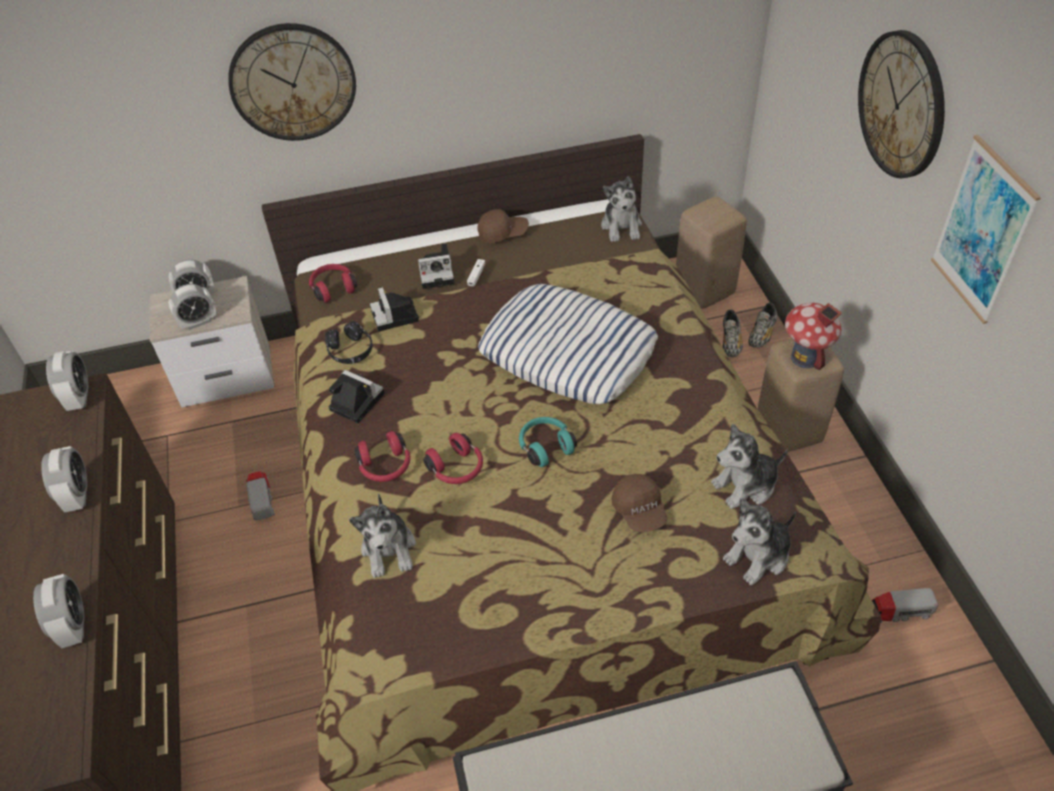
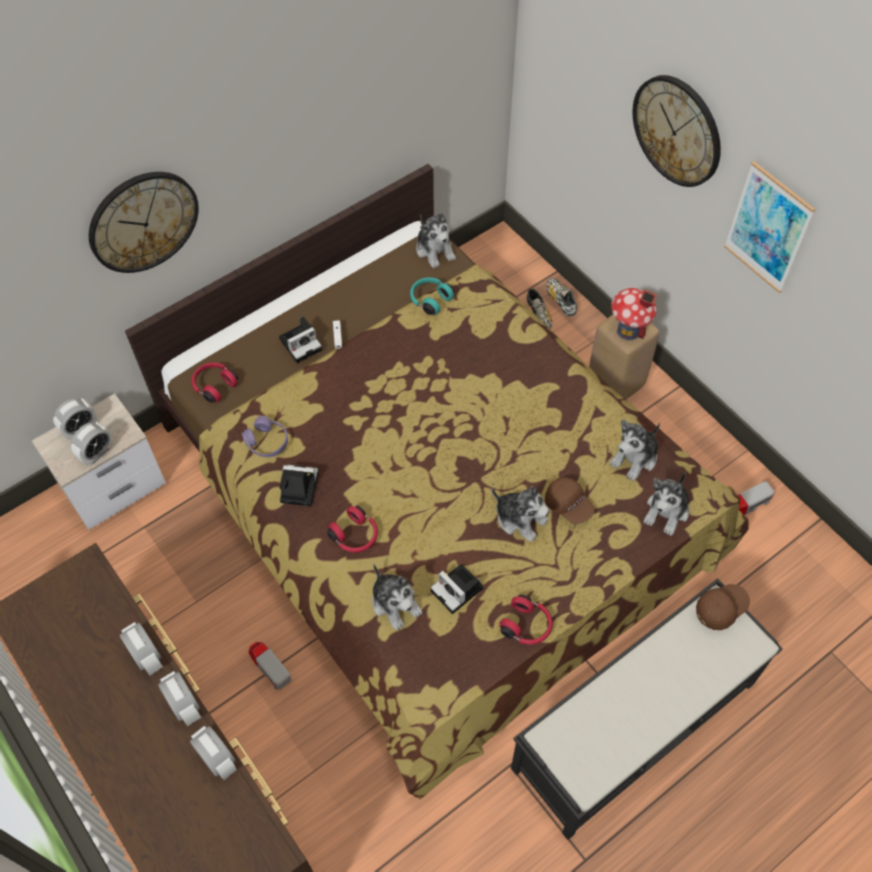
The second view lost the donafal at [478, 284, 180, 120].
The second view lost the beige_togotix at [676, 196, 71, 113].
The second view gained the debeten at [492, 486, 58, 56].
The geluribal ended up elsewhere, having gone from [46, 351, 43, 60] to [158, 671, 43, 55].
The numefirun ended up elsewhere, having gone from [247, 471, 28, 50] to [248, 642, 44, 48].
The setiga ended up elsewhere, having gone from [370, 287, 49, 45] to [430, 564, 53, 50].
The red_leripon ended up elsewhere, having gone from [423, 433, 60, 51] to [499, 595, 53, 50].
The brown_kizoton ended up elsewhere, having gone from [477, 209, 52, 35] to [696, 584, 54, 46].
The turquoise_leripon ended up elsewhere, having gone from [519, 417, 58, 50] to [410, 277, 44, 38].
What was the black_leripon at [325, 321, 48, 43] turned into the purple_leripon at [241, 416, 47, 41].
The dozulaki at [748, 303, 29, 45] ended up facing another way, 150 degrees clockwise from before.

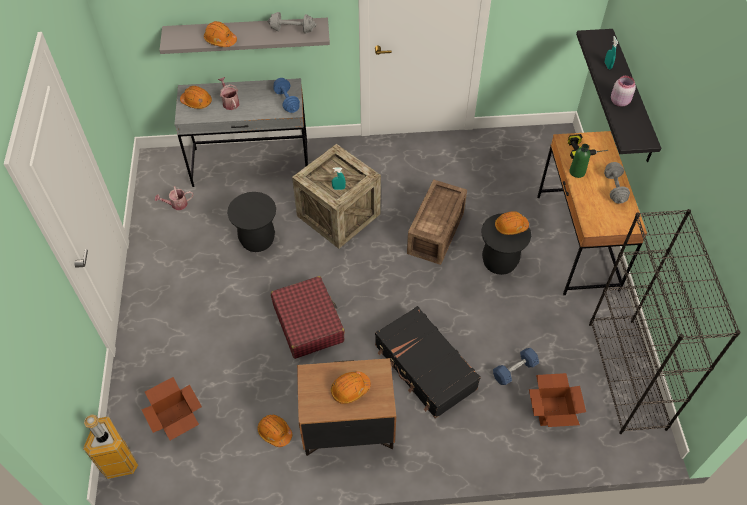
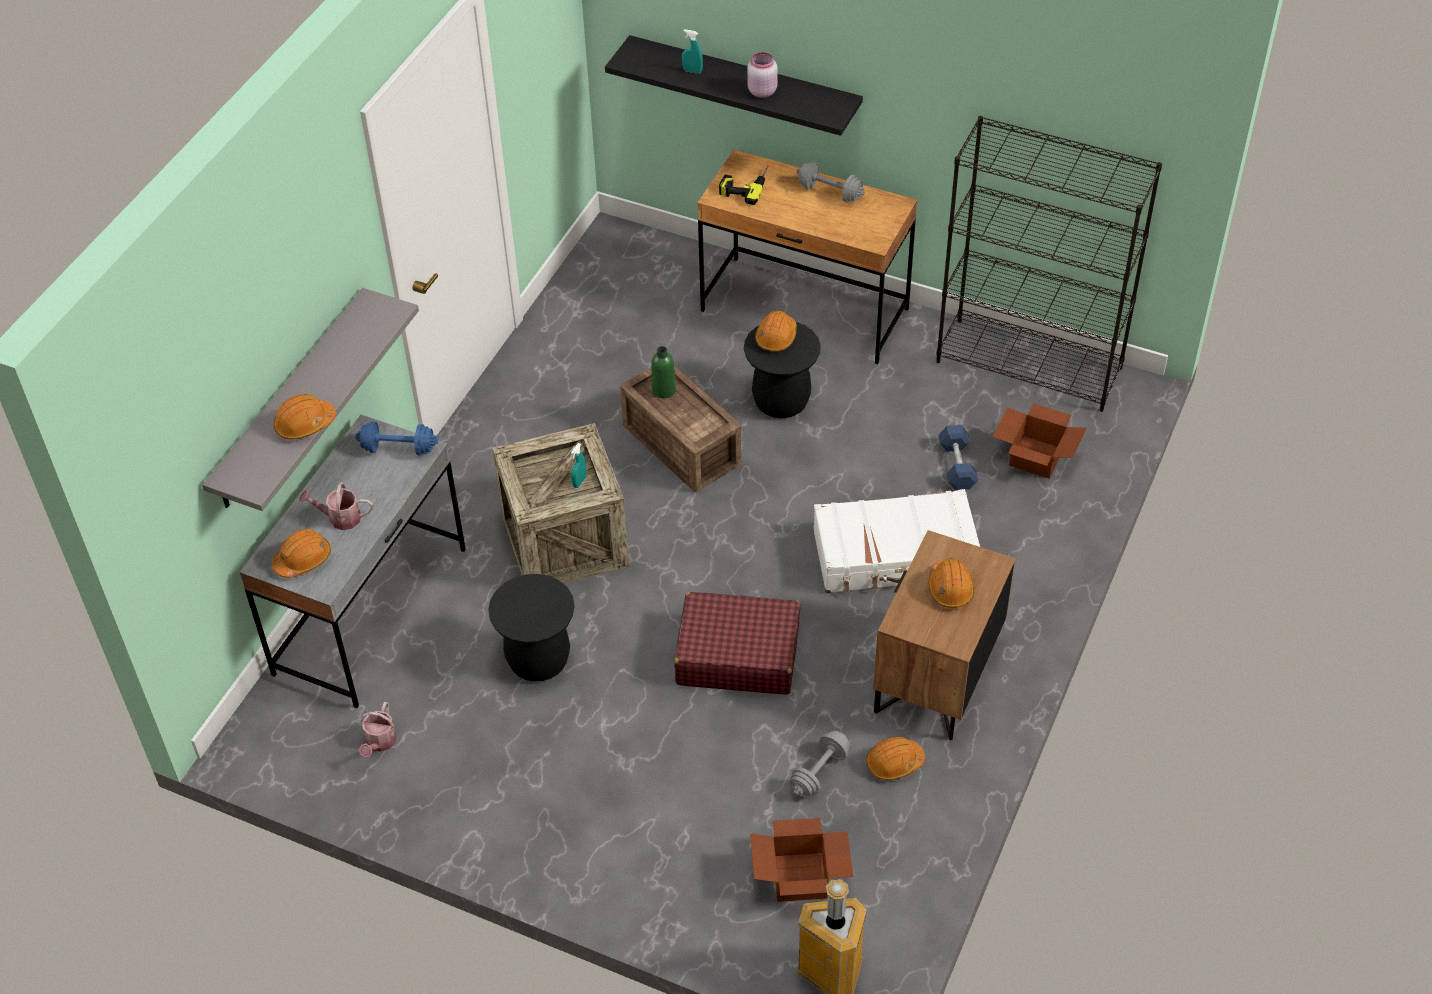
The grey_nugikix ended up elsewhere, having gone from [267, 12, 50, 22] to [790, 731, 60, 66].
The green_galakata ended up elsewhere, having gone from [569, 144, 21, 34] to [651, 346, 25, 52].
What was the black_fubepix at [375, 306, 106, 113] turned into the white_fubepix at [813, 489, 167, 104].

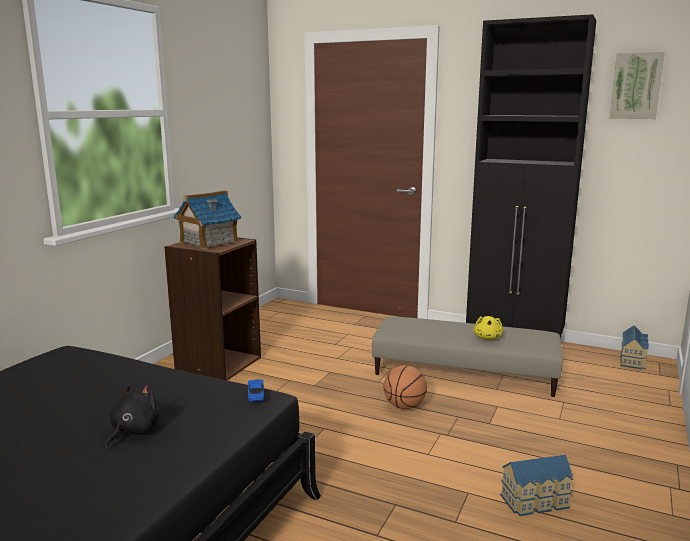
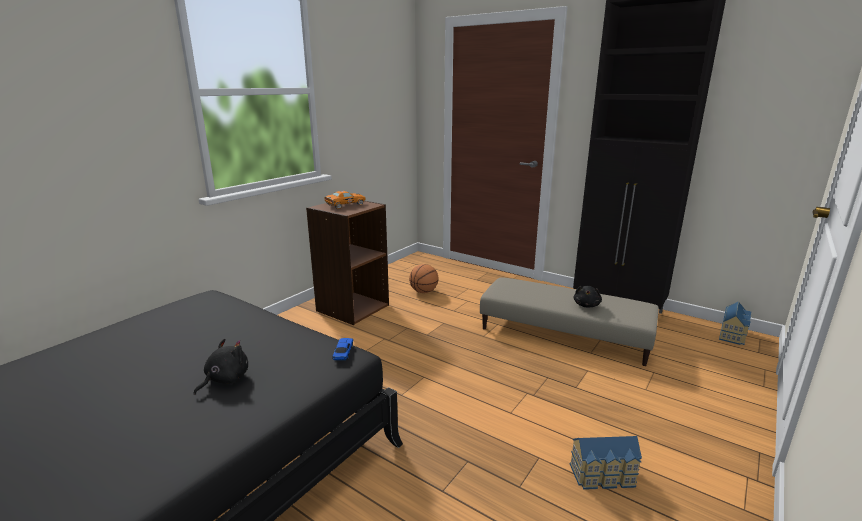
The second view lost the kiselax at [609, 52, 56, 67].
The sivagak ended up elsewhere, having gone from [383, 365, 44, 44] to [409, 264, 30, 29].
Where the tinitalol stood at [174, 191, 67, 58], the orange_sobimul came to stand at [324, 191, 42, 18].
What was the yellow_debeten at [473, 316, 30, 24] turned into the black_debeten at [574, 286, 28, 22].

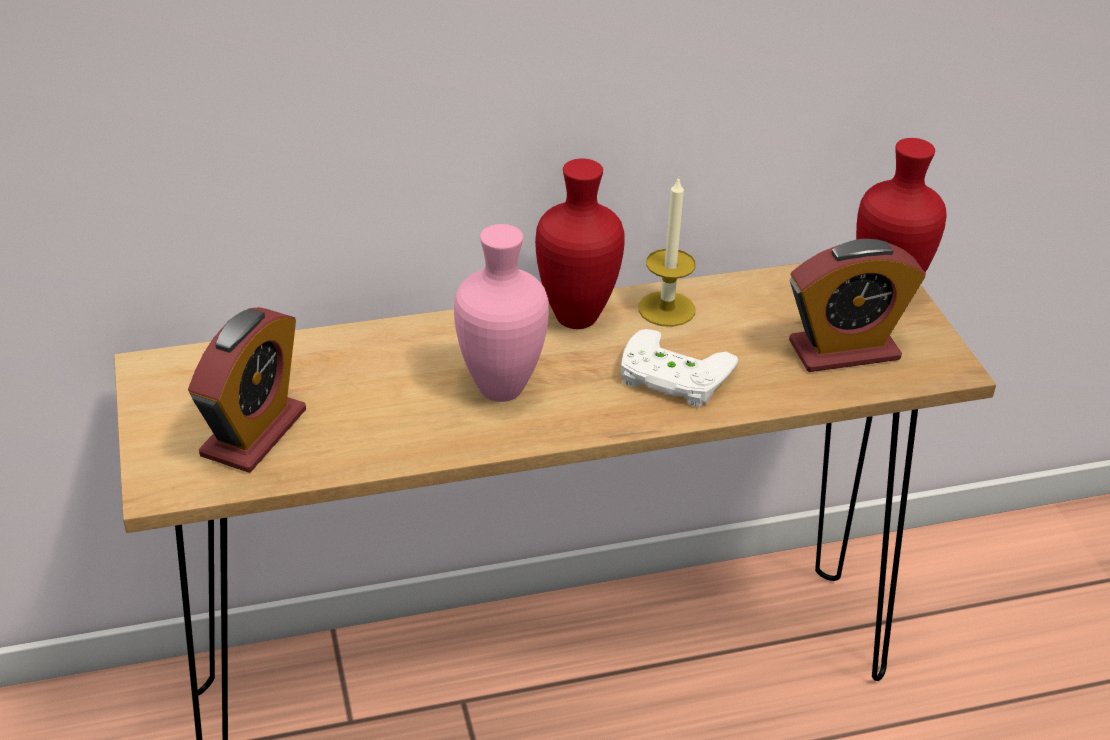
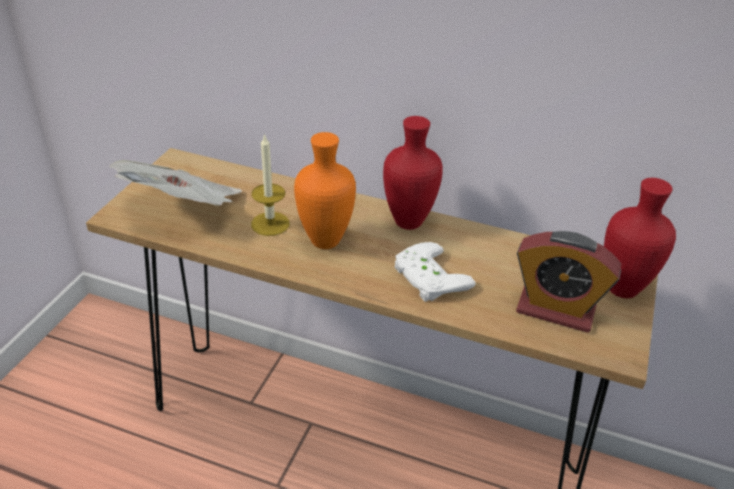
The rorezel ended up elsewhere, having gone from [638, 176, 58, 151] to [251, 133, 39, 103].
Where the geluribal stood at [188, 307, 118, 166], the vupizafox came to stand at [109, 160, 133, 46].
What was the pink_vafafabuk at [454, 224, 95, 178] turned into the orange_vafafabuk at [294, 132, 62, 117].

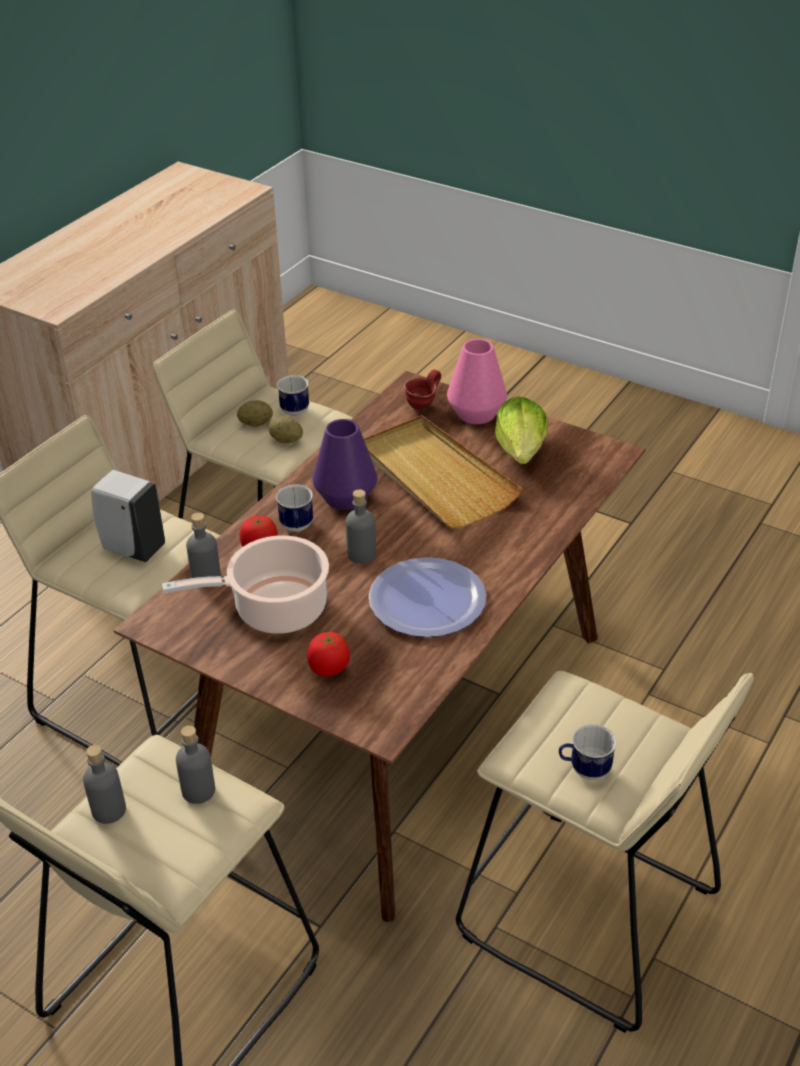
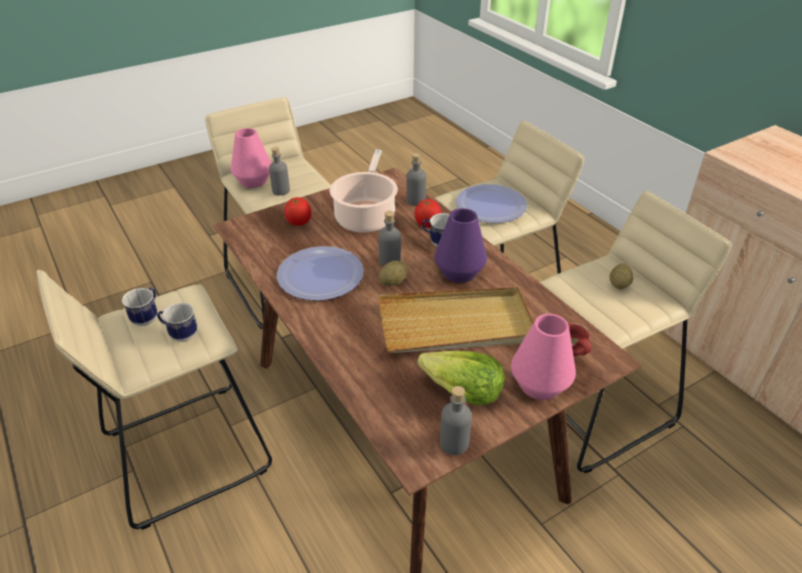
The second view gained the pink_vafafabuk at [231, 128, 40, 60].
The grey_galakata ended up elsewhere, having gone from [83, 745, 43, 79] to [440, 386, 32, 69].
The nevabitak ended up elsewhere, having gone from [268, 416, 35, 27] to [379, 261, 28, 25].
The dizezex ended up elsewhere, having gone from [277, 375, 32, 41] to [157, 302, 40, 40].
Where the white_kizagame stood at [91, 470, 74, 92], the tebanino came to stand at [456, 184, 71, 39].

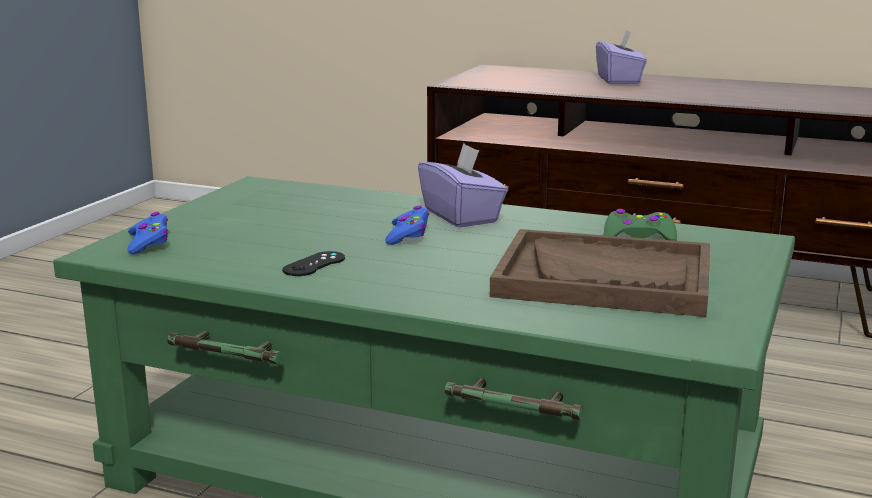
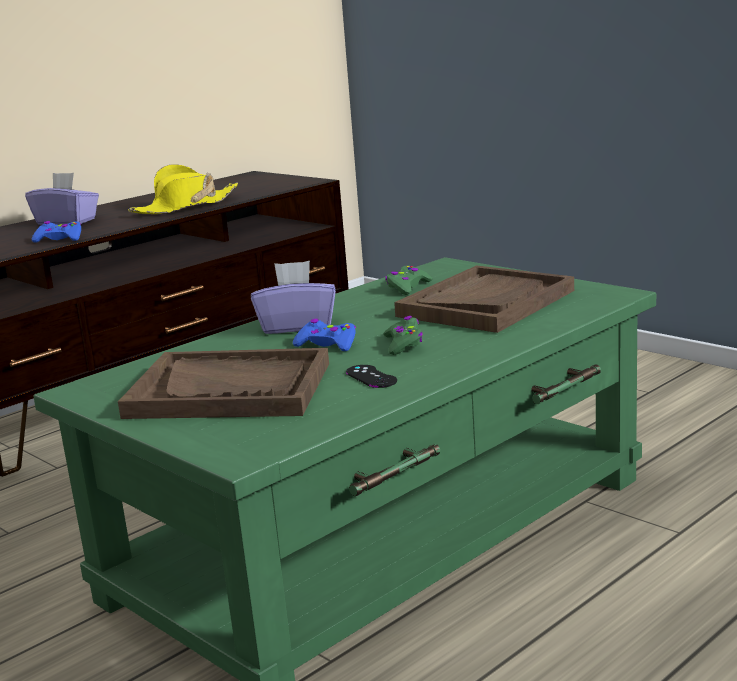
The second view gained the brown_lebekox at [118, 348, 211, 71].
The second view gained the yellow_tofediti at [128, 165, 110, 49].
The second view gained the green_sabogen at [383, 316, 40, 39].
The blue_sabogen ended up elsewhere, having gone from [127, 212, 41, 42] to [32, 221, 49, 22].

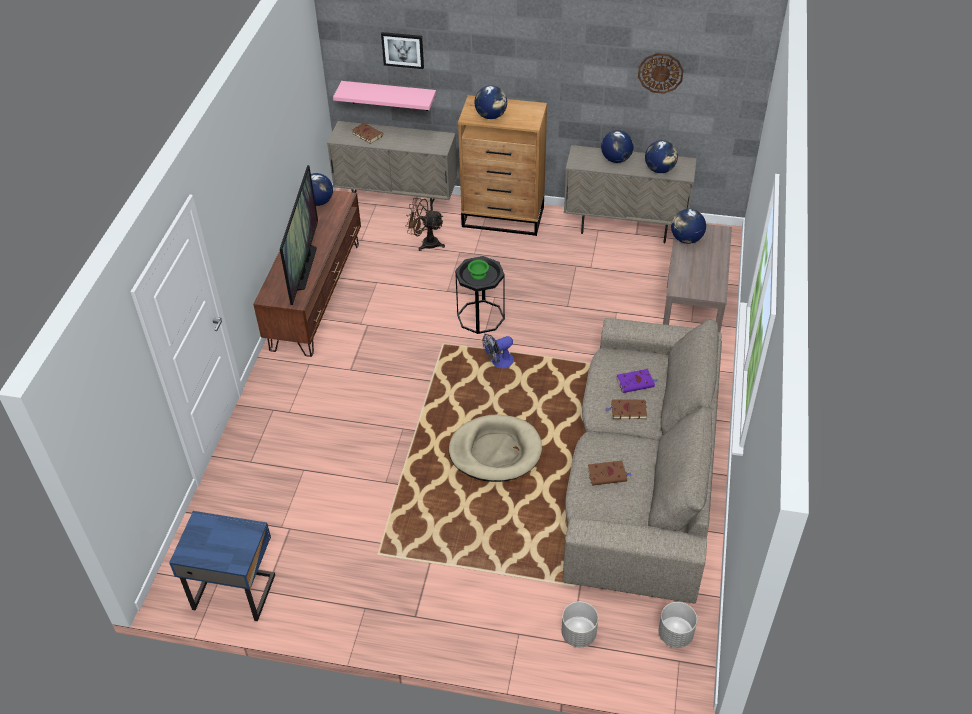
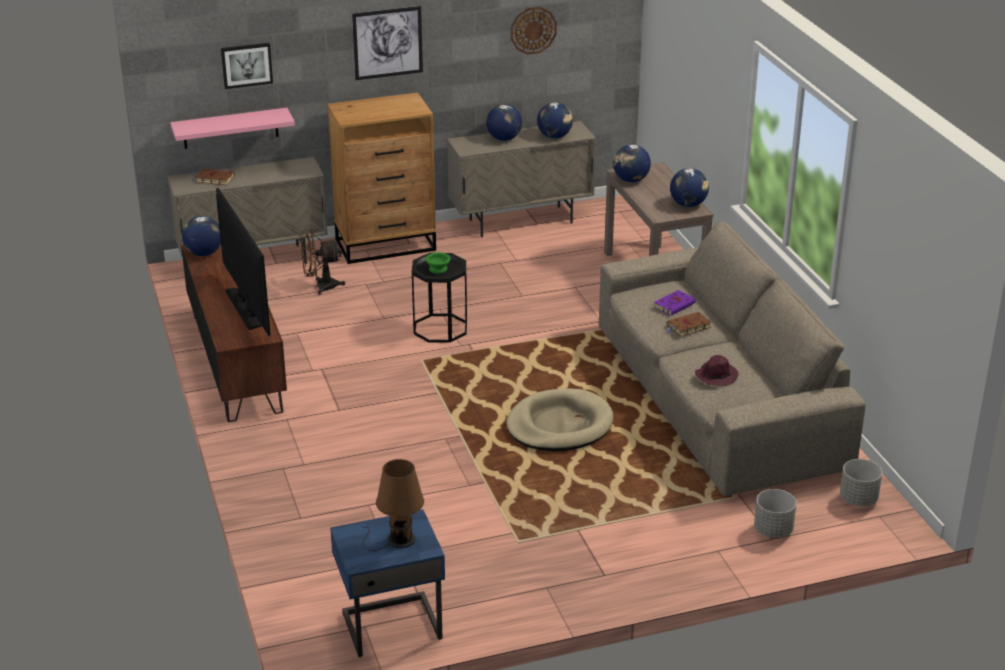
The second view lost the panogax at [483, 334, 31, 34].
The second view gained the kiselax at [352, 6, 71, 74].
The second view gained the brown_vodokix at [362, 459, 62, 92].
The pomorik ended up elsewhere, having gone from [474, 86, 33, 33] to [670, 168, 39, 39].
Where the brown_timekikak stood at [588, 461, 44, 25], the purple_tofediti came to stand at [695, 355, 44, 31].

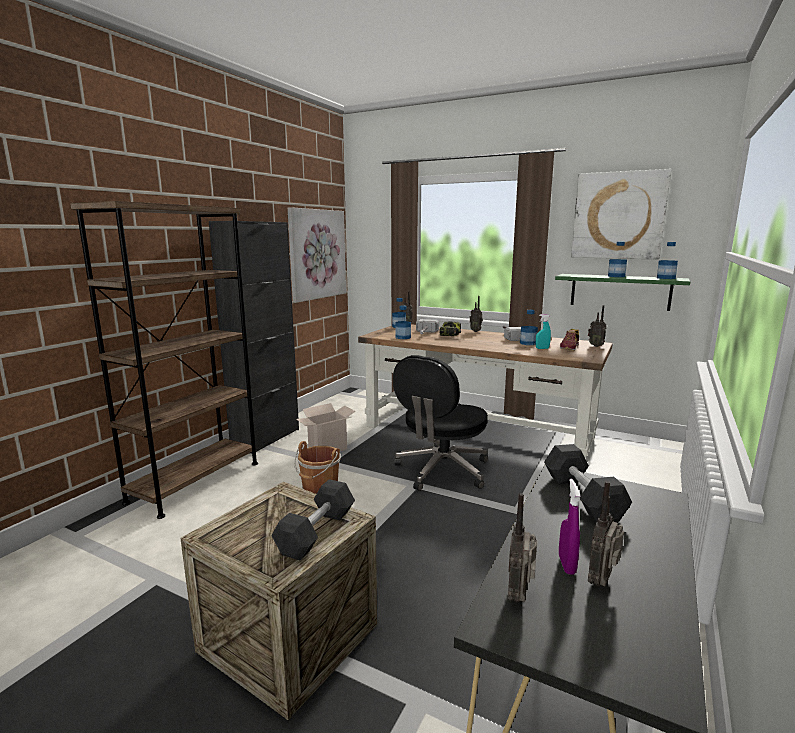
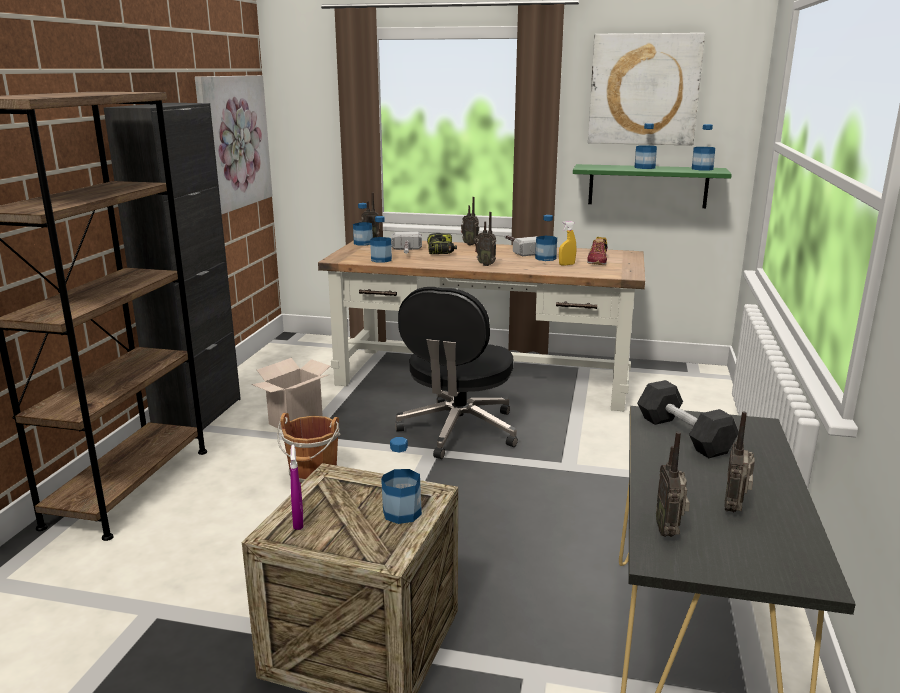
The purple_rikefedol ended up elsewhere, having gone from [559, 479, 21, 96] to [290, 445, 13, 85].
The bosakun ended up elsewhere, having gone from [588, 305, 18, 42] to [475, 212, 21, 54].
Where the black_nugikix stood at [271, 479, 84, 82], the galakata came to stand at [381, 437, 41, 87].
What was the turquoise_rikefedol at [536, 314, 15, 35] turned into the yellow_rikefedol at [559, 221, 17, 44].

